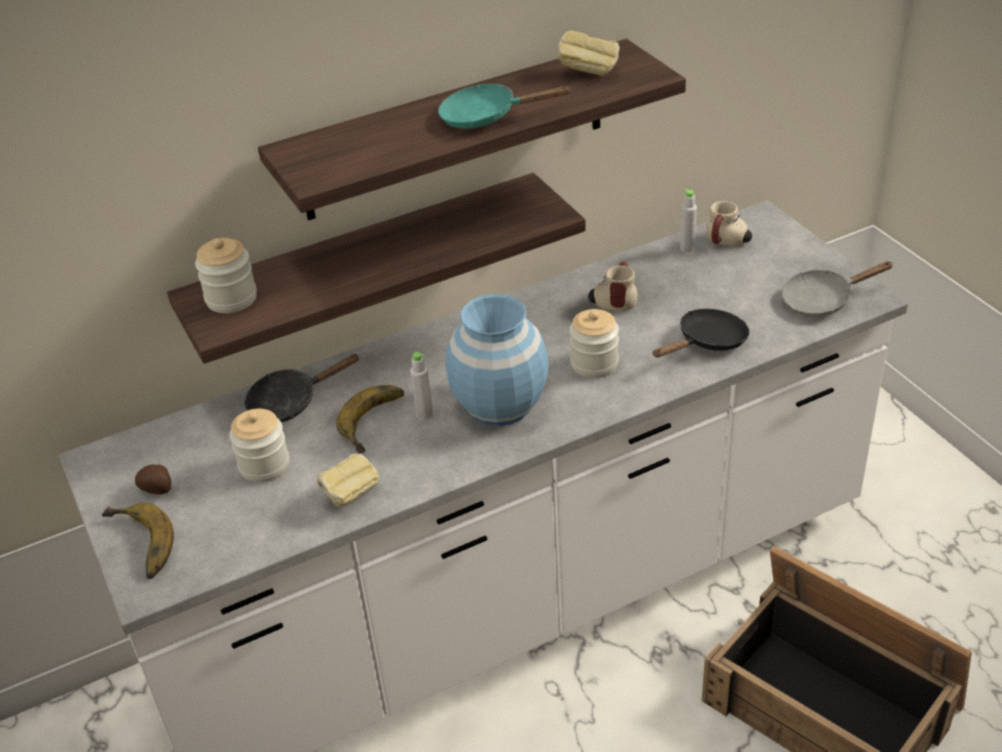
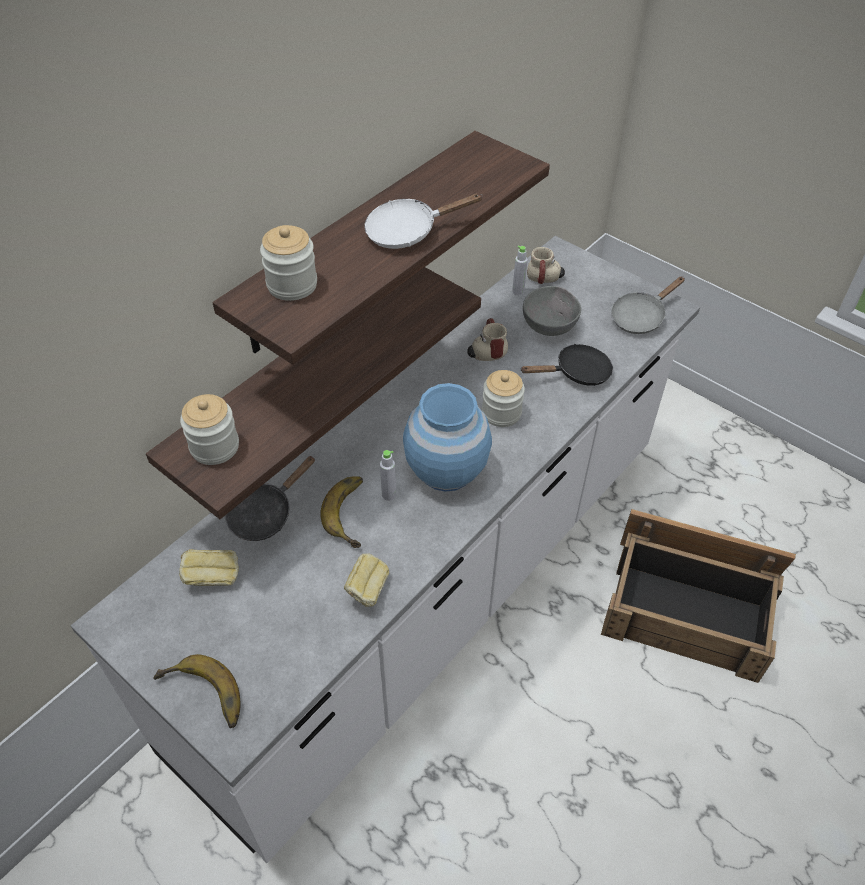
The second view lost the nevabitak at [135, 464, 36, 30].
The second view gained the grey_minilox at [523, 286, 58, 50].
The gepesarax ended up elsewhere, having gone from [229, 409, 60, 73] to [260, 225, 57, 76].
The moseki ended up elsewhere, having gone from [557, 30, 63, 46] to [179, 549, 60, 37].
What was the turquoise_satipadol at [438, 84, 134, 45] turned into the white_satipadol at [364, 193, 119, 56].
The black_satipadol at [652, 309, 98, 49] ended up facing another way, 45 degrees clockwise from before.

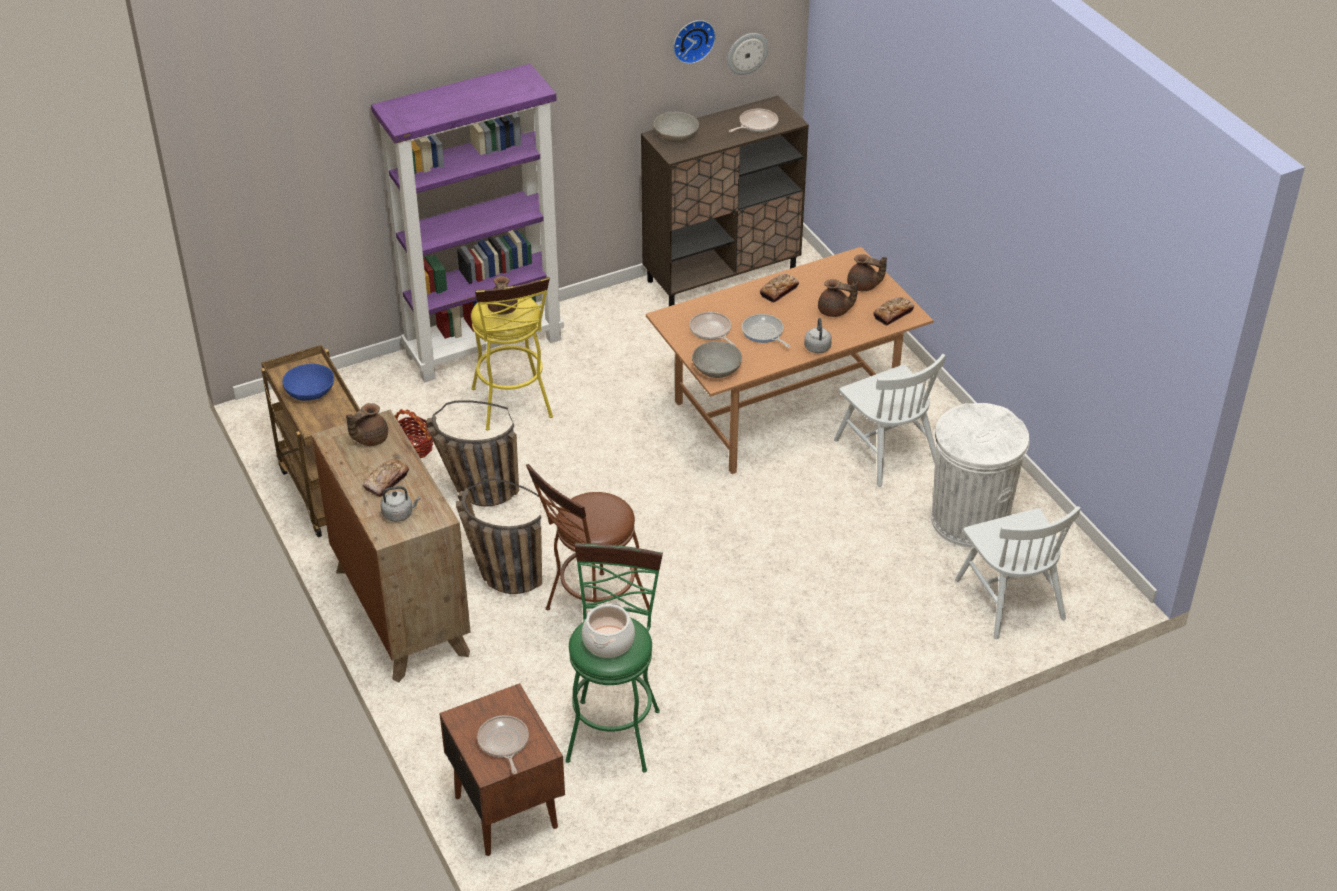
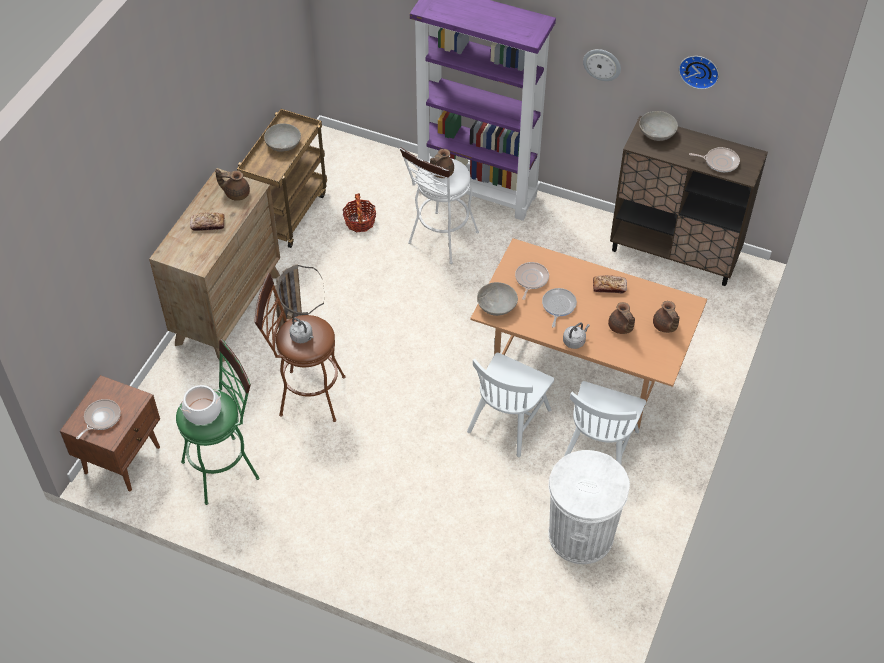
The second view lost the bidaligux at [426, 400, 93, 106].
The second view lost the moseki at [873, 297, 41, 29].
The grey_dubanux ended up elsewhere, having gone from [381, 486, 40, 36] to [289, 317, 25, 26].
The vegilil ended up elsewhere, having gone from [727, 33, 42, 42] to [583, 49, 38, 32].
The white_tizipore ended up elsewhere, having gone from [955, 506, 126, 133] to [467, 352, 87, 105].
What was the blue_minilox at [282, 364, 52, 37] turned into the grey_minilox at [264, 123, 37, 29].
What was the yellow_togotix at [471, 277, 82, 153] turned into the white_togotix at [400, 147, 79, 117].

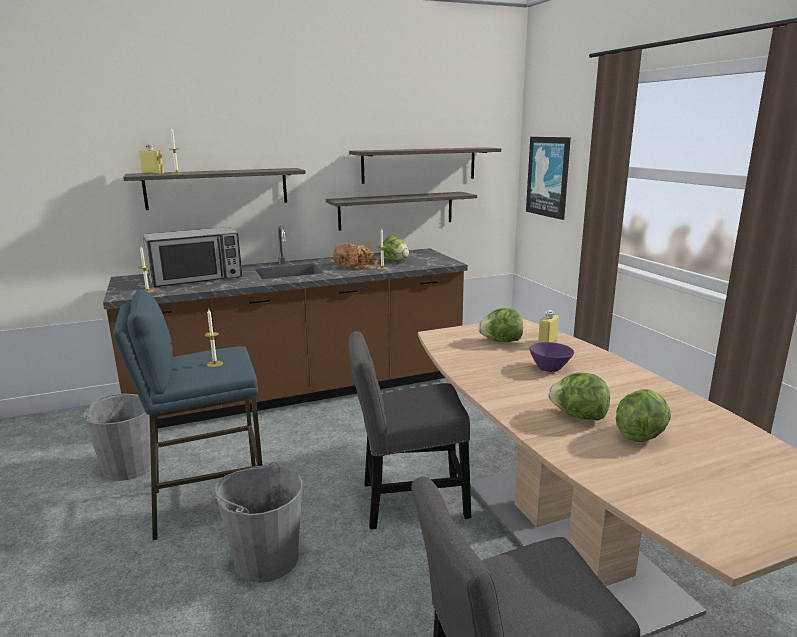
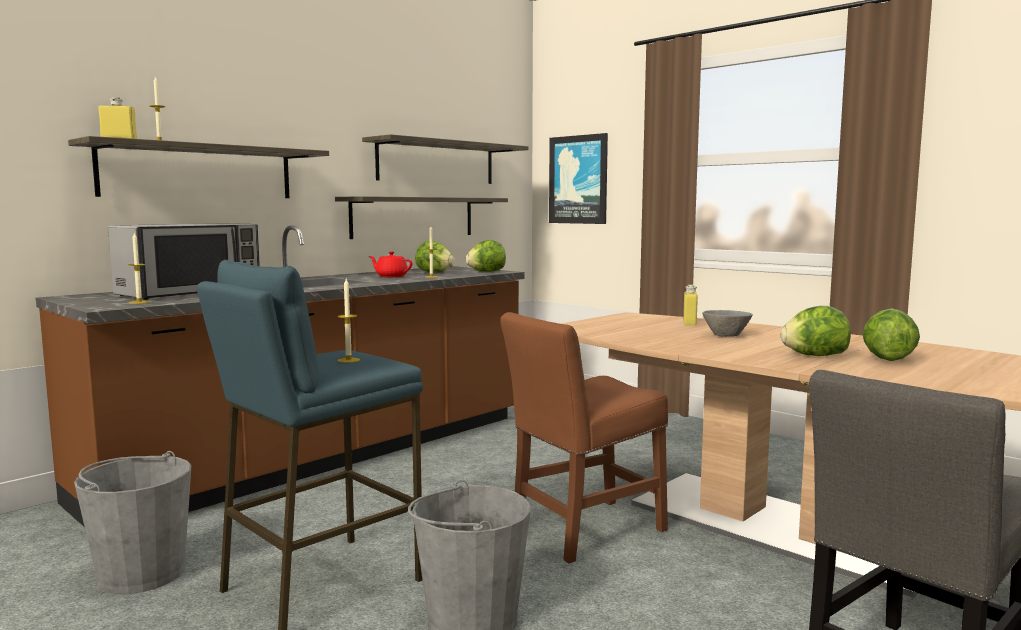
The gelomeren ended up elsewhere, having gone from [478, 308, 45, 34] to [466, 240, 40, 32].
Where the moseki stood at [334, 243, 46, 26], the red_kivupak came to stand at [369, 252, 44, 25].
What was the grey_tizipore at [348, 331, 123, 199] turned into the brown_tizipore at [500, 312, 169, 251].
What was the purple_minilox at [529, 342, 45, 30] turned into the grey_minilox at [702, 310, 51, 27].

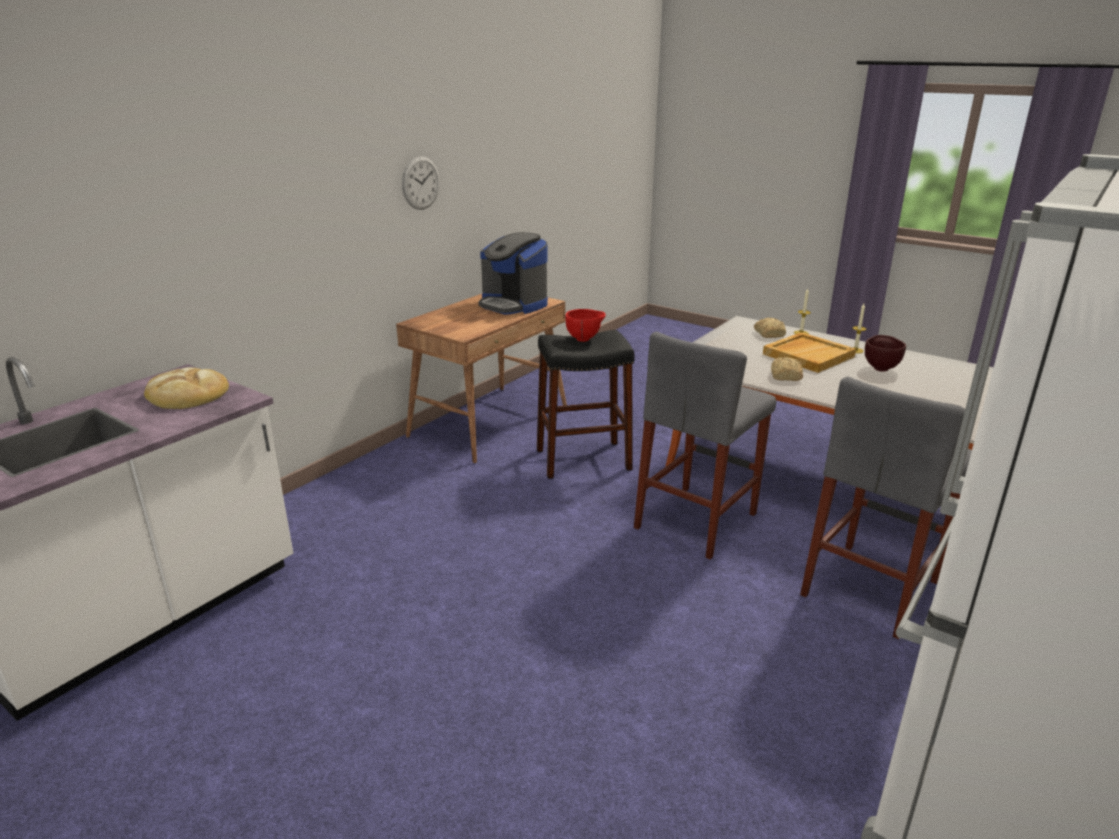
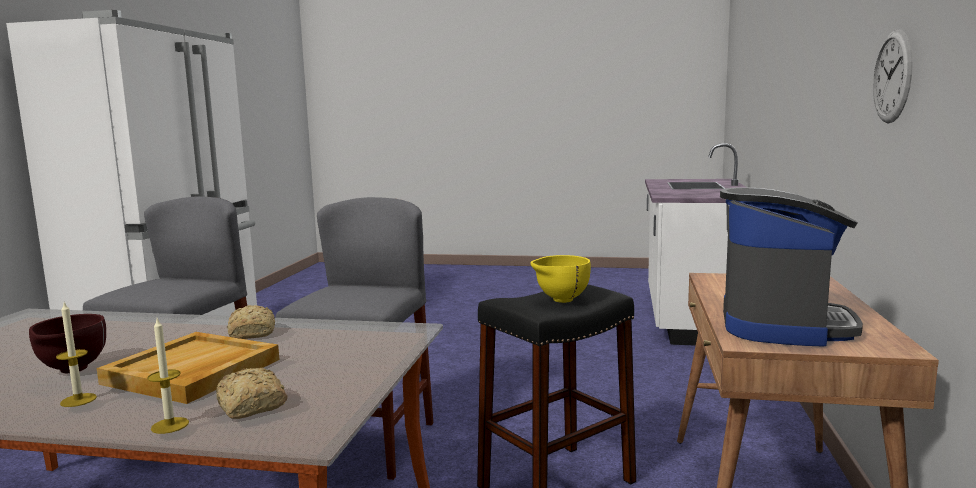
The second view lost the moseki at [144, 367, 85, 42].
What was the red_minilox at [565, 309, 41, 33] turned into the yellow_minilox at [531, 255, 60, 48].
The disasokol at [478, 232, 70, 83] ended up facing another way, 90 degrees clockwise from before.

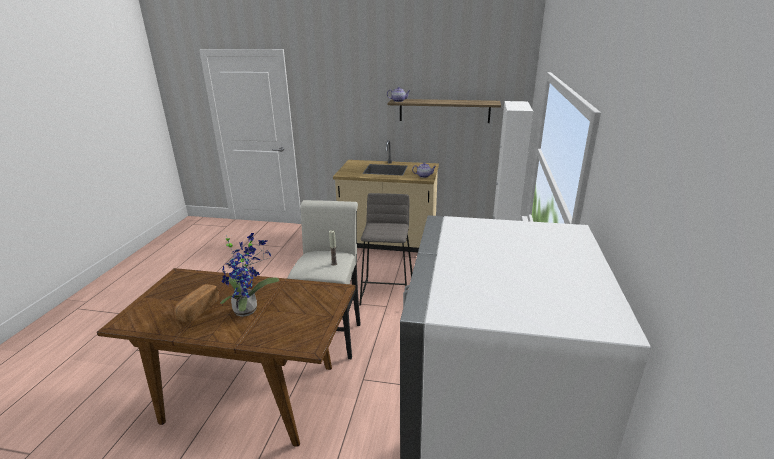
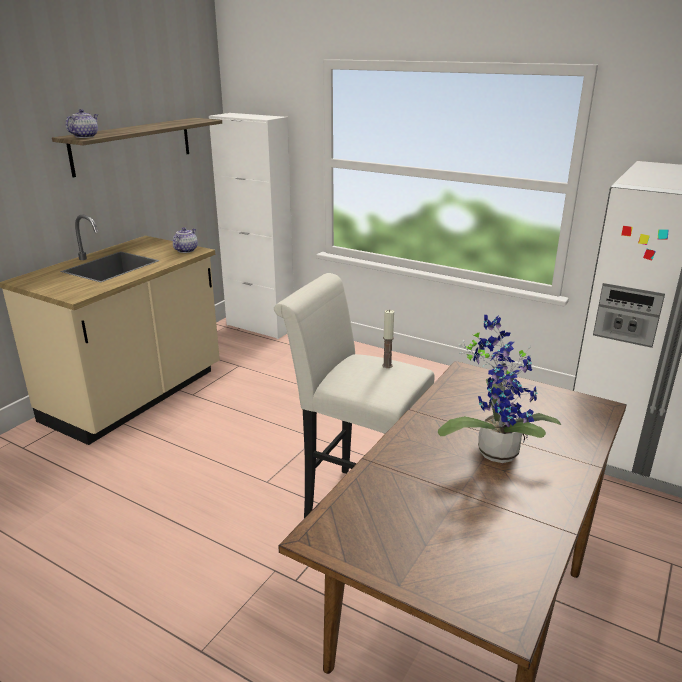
The second view lost the moseki at [173, 284, 46, 39].
The second view lost the grey_togotix at [359, 193, 53, 113].

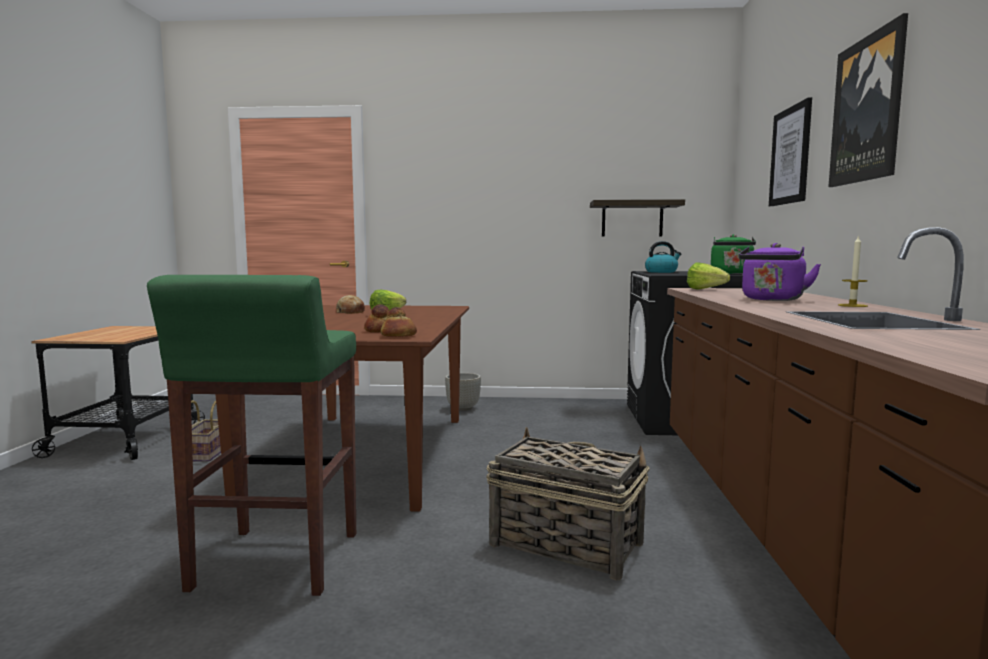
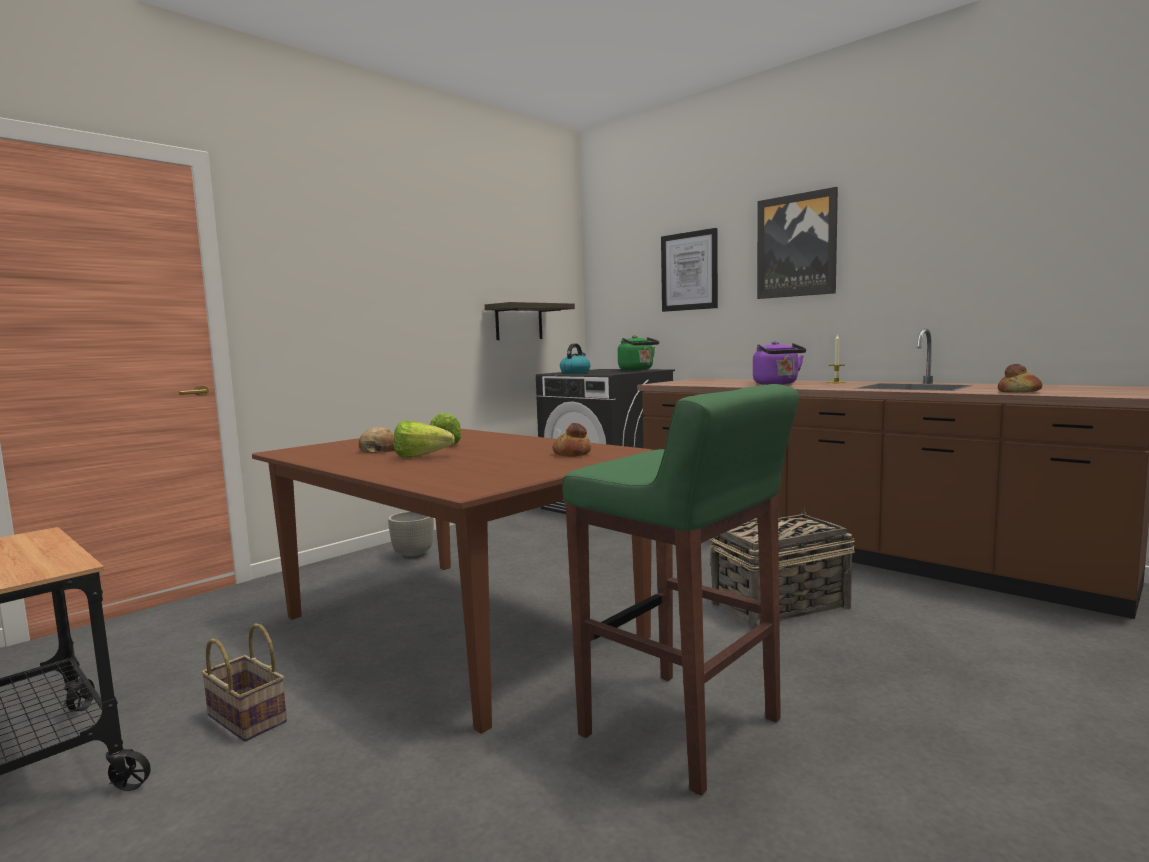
The moseki ended up elsewhere, having gone from [381, 307, 36, 30] to [998, 364, 44, 28].
The gelomeren ended up elsewhere, having gone from [687, 262, 43, 27] to [394, 421, 61, 36].

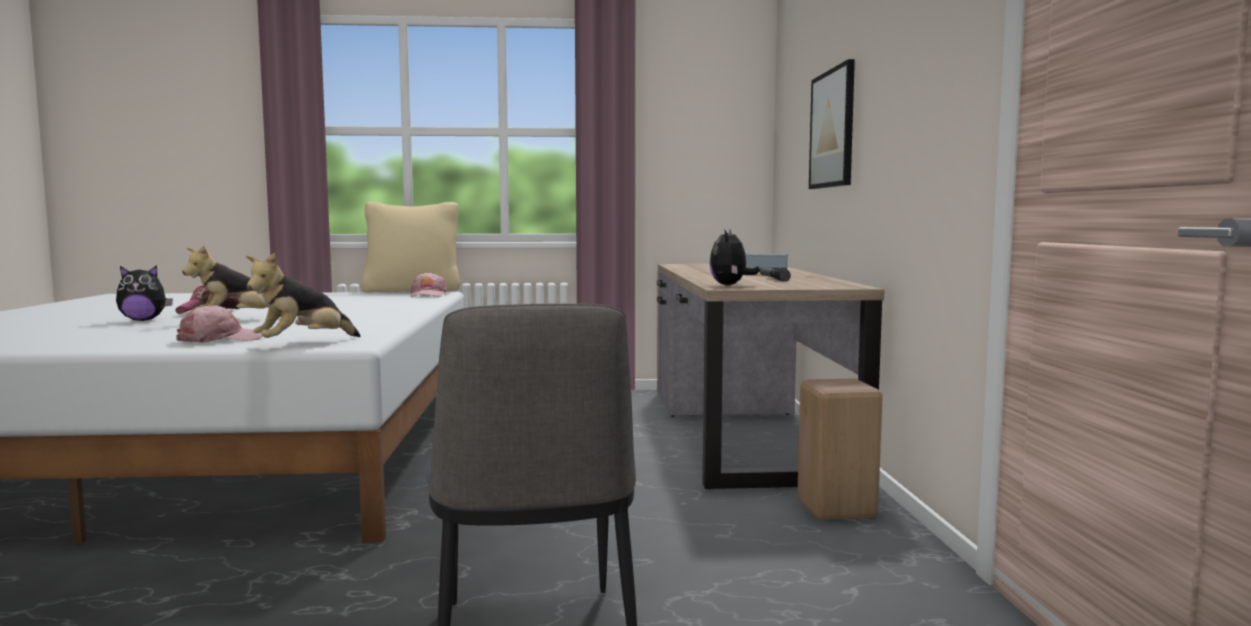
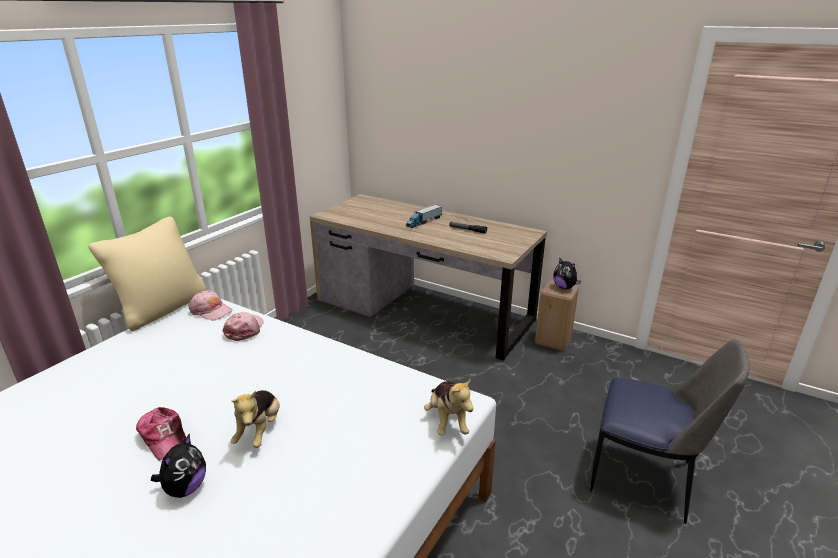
The second view lost the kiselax at [809, 59, 46, 130].
The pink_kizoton ended up elsewhere, having gone from [176, 305, 86, 38] to [223, 312, 41, 29].
The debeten ended up elsewhere, having gone from [709, 229, 51, 56] to [553, 257, 28, 32].

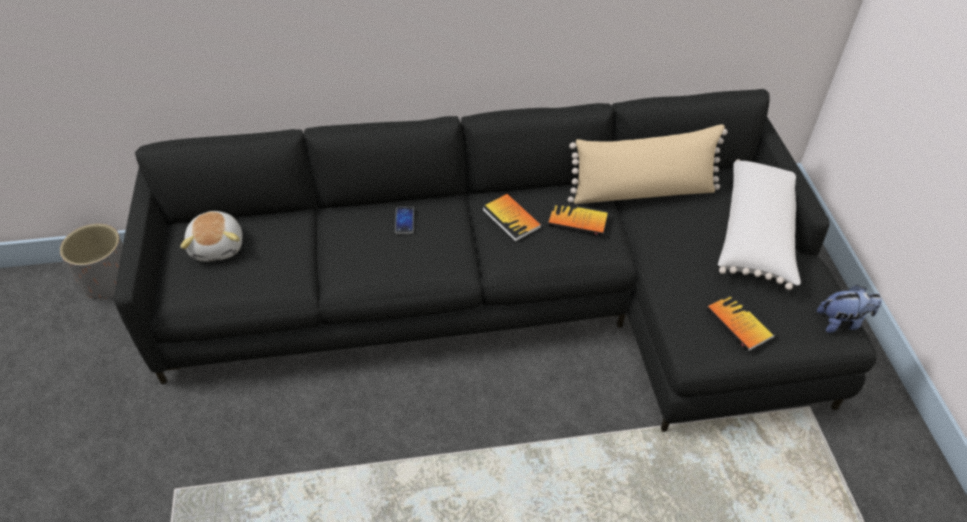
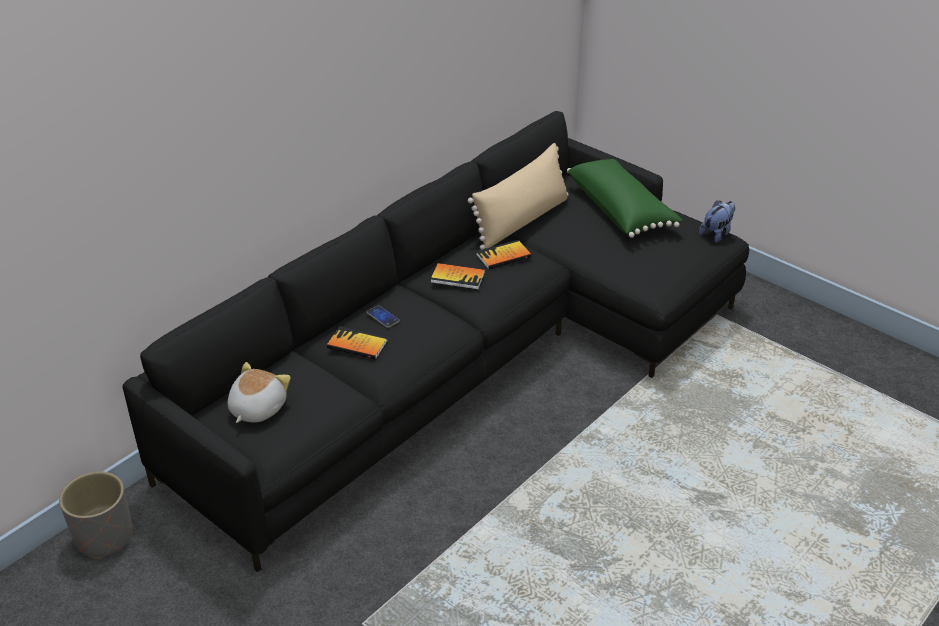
The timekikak ended up elsewhere, having gone from [706, 293, 70, 59] to [327, 326, 61, 33].
What was the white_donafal at [718, 159, 83, 131] turned into the green_donafal at [567, 159, 115, 79].
The debeten at [180, 211, 62, 51] ended up facing another way, 105 degrees counterclockwise from before.

